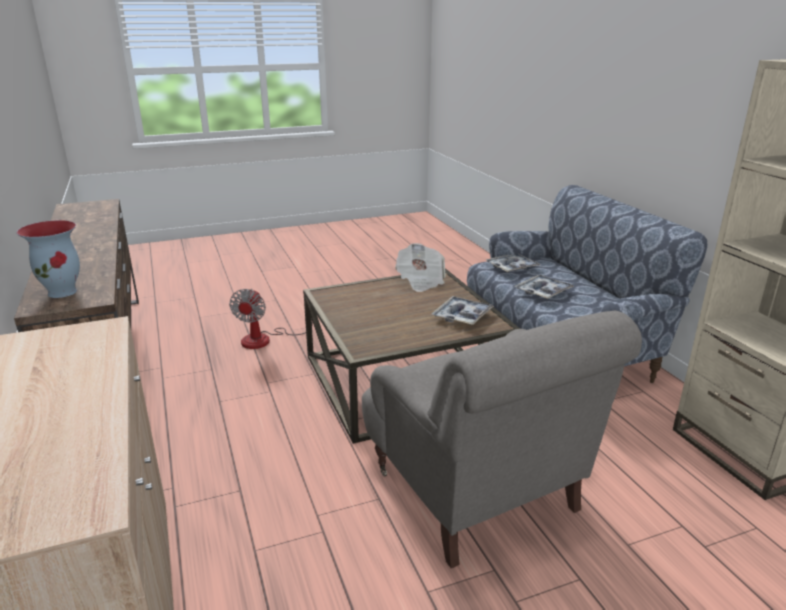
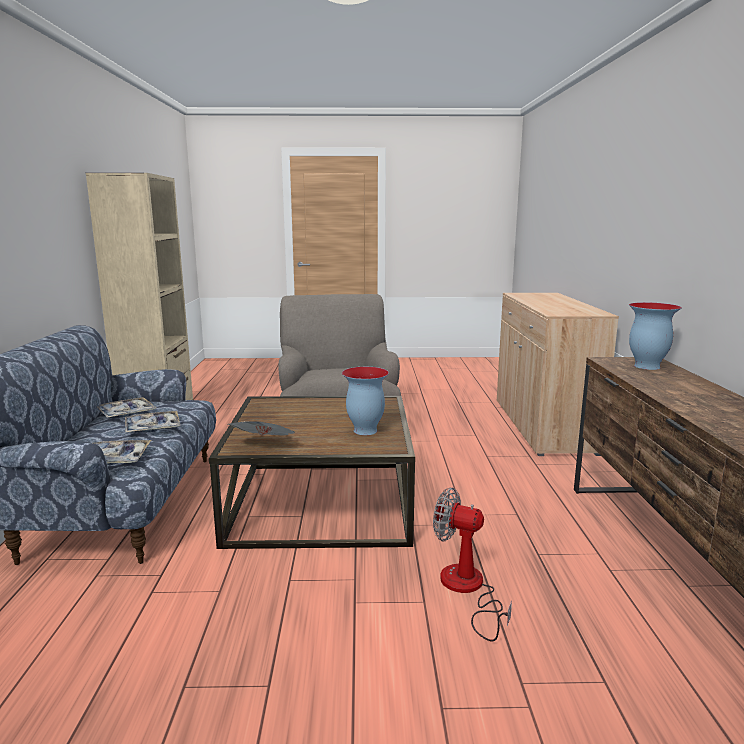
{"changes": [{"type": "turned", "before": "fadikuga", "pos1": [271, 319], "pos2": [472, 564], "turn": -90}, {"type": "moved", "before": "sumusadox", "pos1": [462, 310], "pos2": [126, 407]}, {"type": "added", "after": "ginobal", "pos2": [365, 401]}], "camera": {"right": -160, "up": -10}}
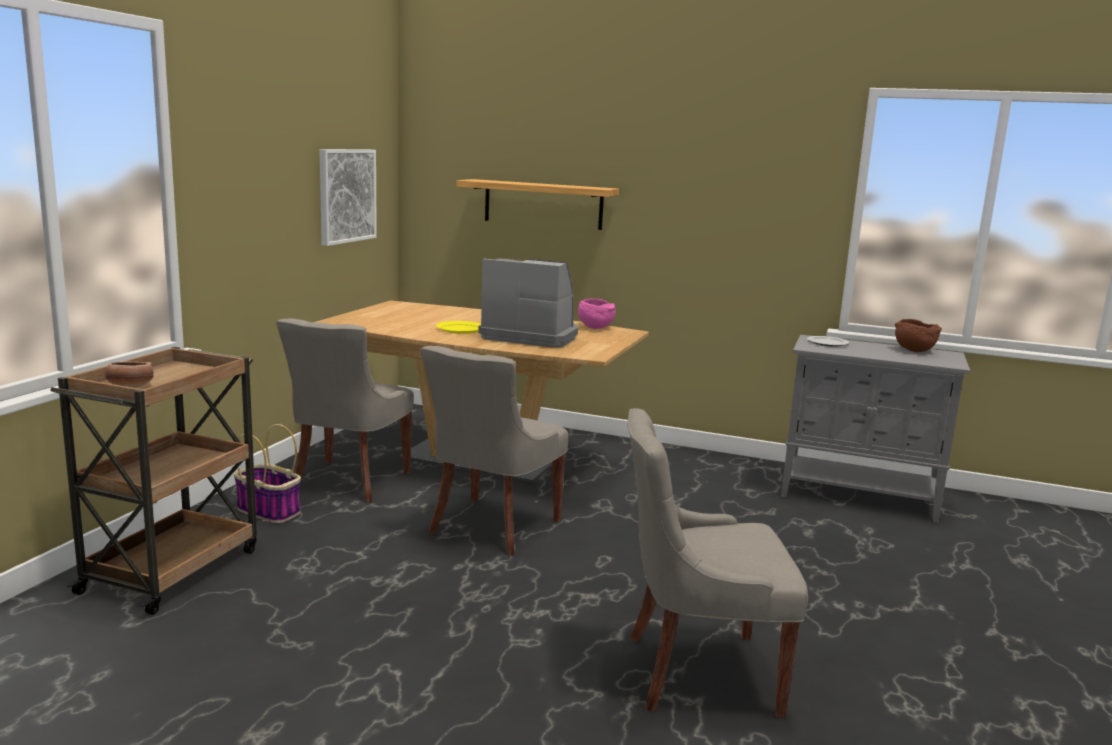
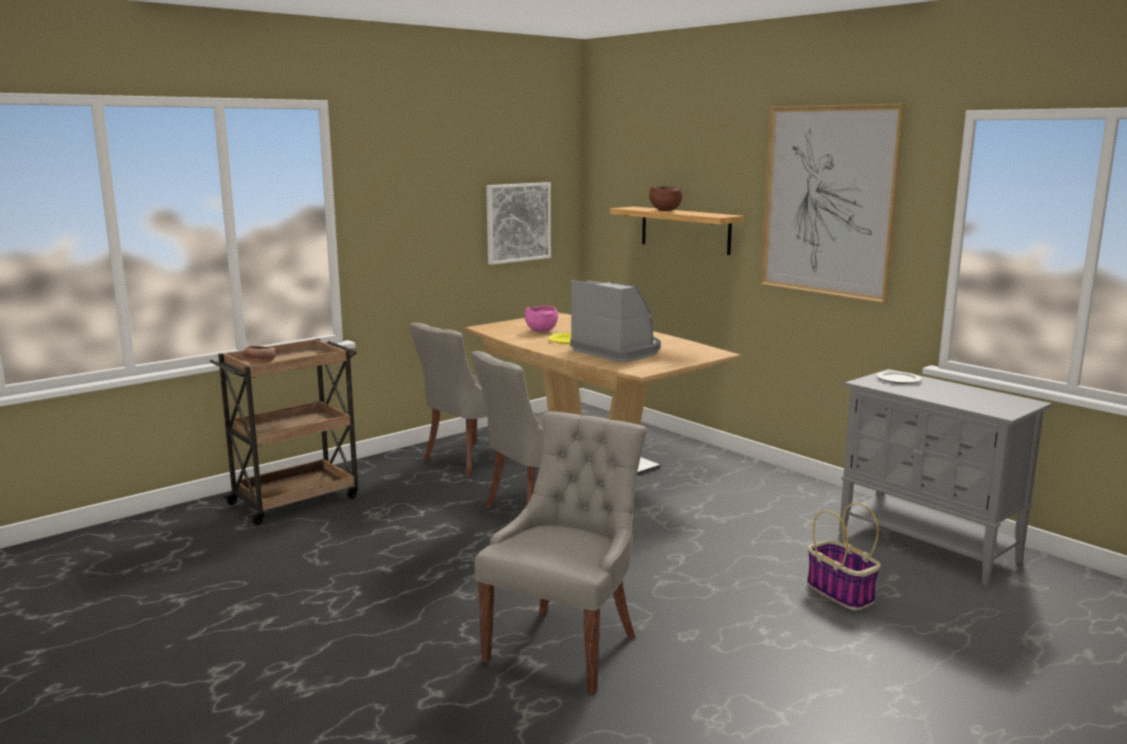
{"changes": [{"type": "moved", "before": "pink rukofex", "pos1": [597, 314], "pos2": [541, 319]}, {"type": "moved", "before": "brown rukofex", "pos1": [918, 335], "pos2": [666, 198]}, {"type": "turned", "before": "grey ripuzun", "pos1": [717, 563], "pos2": [561, 553], "turn": 90}, {"type": "moved", "before": "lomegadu", "pos1": [267, 473], "pos2": [844, 556]}, {"type": "added", "after": "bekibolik", "pos2": [832, 203]}], "camera": {"right": 30, "up": 0}}
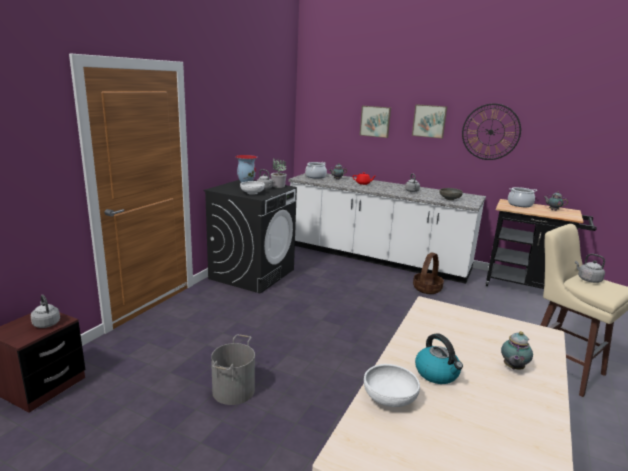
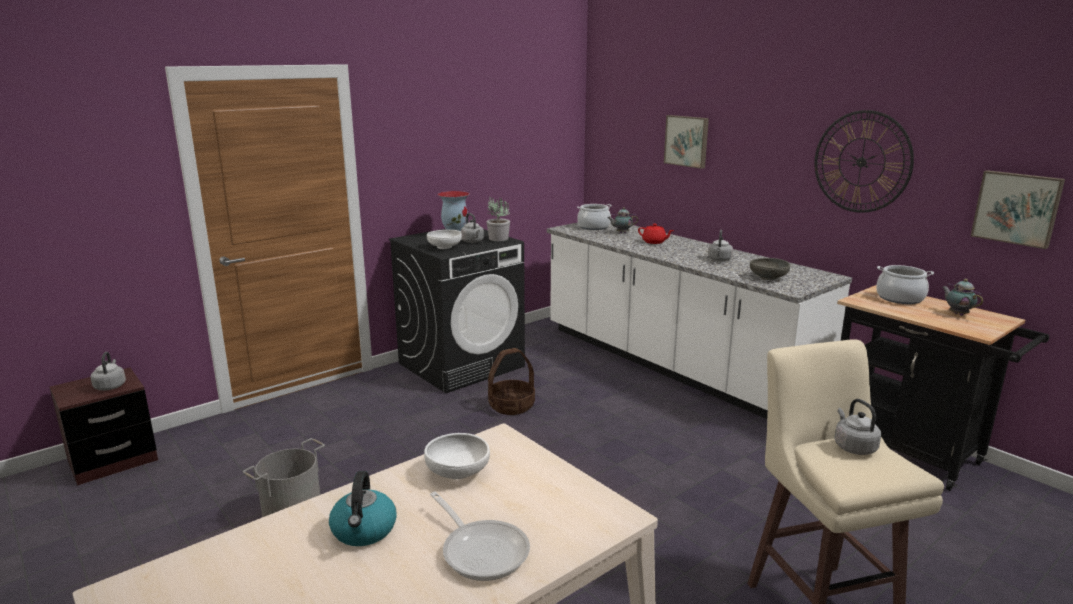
{"changes": [{"type": "moved", "before": "bekibolik", "pos1": [429, 121], "pos2": [1018, 209]}, {"type": "moved", "before": "lomegadu", "pos1": [428, 273], "pos2": [511, 381]}, {"type": "replaced", "before": "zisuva", "after": "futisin", "pos1": [517, 350], "pos2": [480, 536]}, {"type": "moved", "before": "white rukofex", "pos1": [392, 385], "pos2": [457, 456]}], "camera": {"right": 25, "up": 0}}
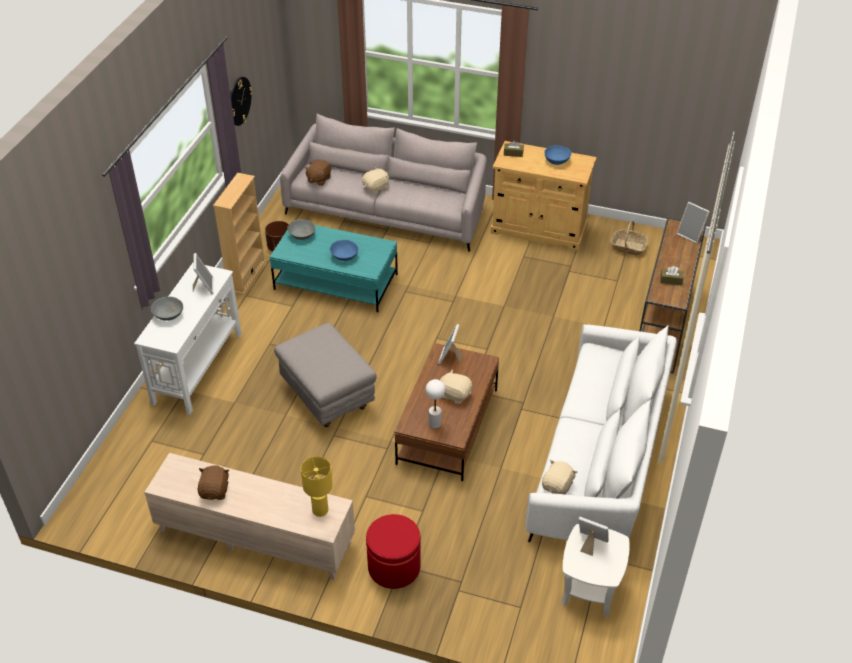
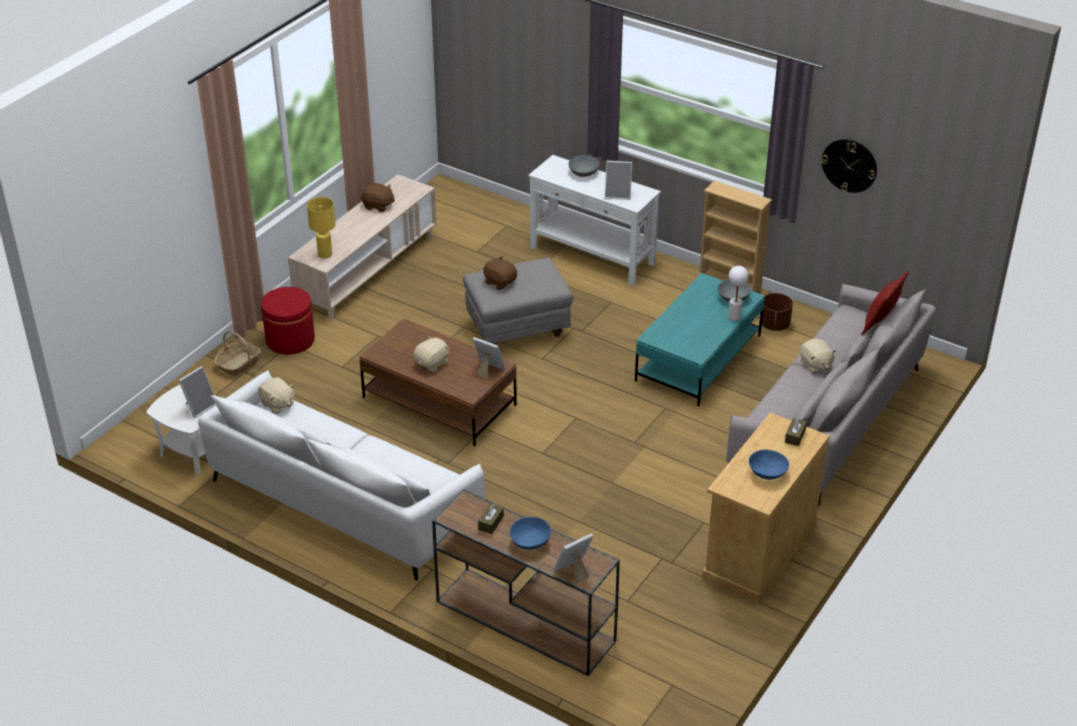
{"changes": [{"type": "moved", "before": "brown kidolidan", "pos1": [318, 173], "pos2": [500, 273]}, {"type": "moved", "before": "lomegadu", "pos1": [629, 238], "pos2": [237, 354]}, {"type": "moved", "before": "blue rukofex", "pos1": [344, 250], "pos2": [530, 533]}, {"type": "moved", "before": "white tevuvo", "pos1": [435, 404], "pos2": [738, 293]}, {"type": "added", "after": "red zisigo", "pos2": [885, 303]}], "camera": {"right": 105, "up": -5}}
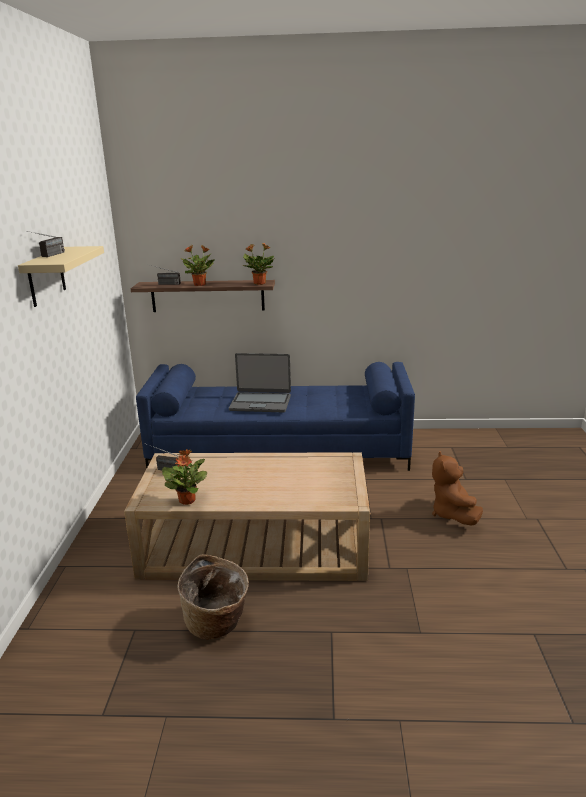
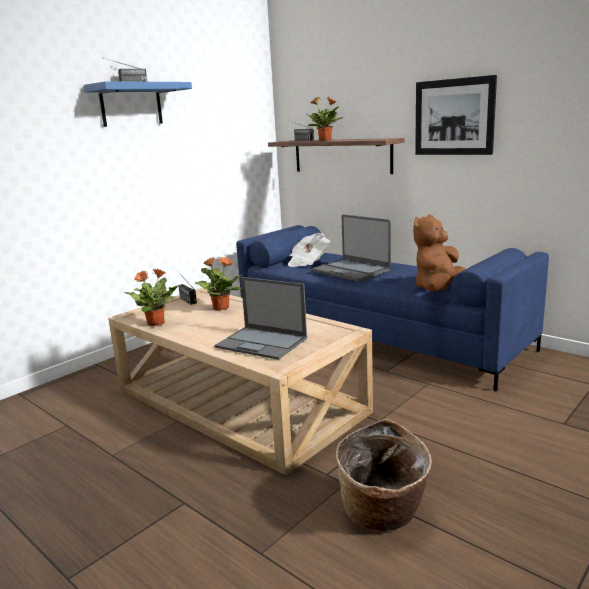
{"changes": [{"type": "moved", "before": "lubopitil", "pos1": [258, 264], "pos2": [218, 284]}, {"type": "recoloured", "before": "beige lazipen", "after": "blue lazipen", "pos1": [61, 276], "pos2": [137, 104]}, {"type": "moved", "before": "brown kidolidan", "pos1": [457, 488], "pos2": [439, 252]}, {"type": "moved", "before": "lomegadu", "pos1": [213, 597], "pos2": [384, 475]}, {"type": "added", "after": "bekibolik", "pos2": [456, 115]}, {"type": "added", "after": "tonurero", "pos2": [309, 250]}, {"type": "added", "after": "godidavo", "pos2": [260, 318]}], "camera": {"right": 40, "up": -5}}
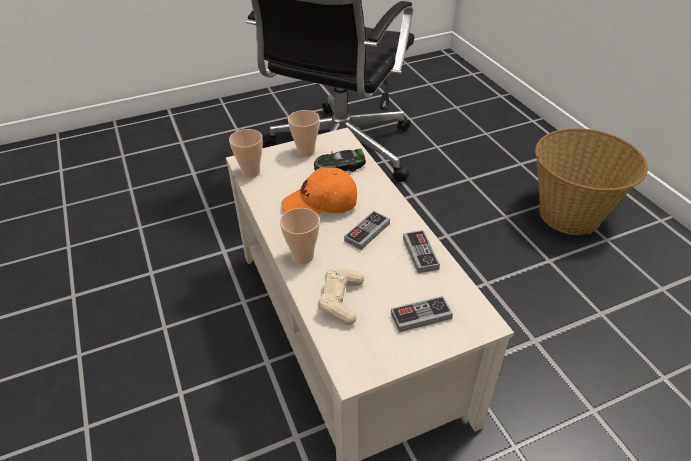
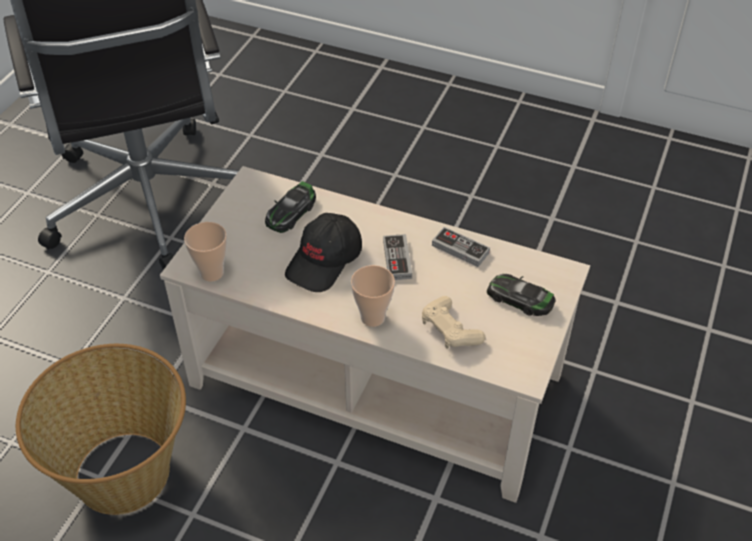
{"changes": [{"type": "removed", "before": "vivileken", "pos1": [304, 133]}, {"type": "moved", "before": "lomegadu", "pos1": [591, 181], "pos2": [101, 429]}, {"type": "recoloured", "before": "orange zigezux", "after": "black zigezux", "pos1": [319, 191], "pos2": [323, 252]}, {"type": "replaced", "before": "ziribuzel", "after": "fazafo", "pos1": [422, 314], "pos2": [521, 295]}], "camera": {"right": -45, "up": 5}}
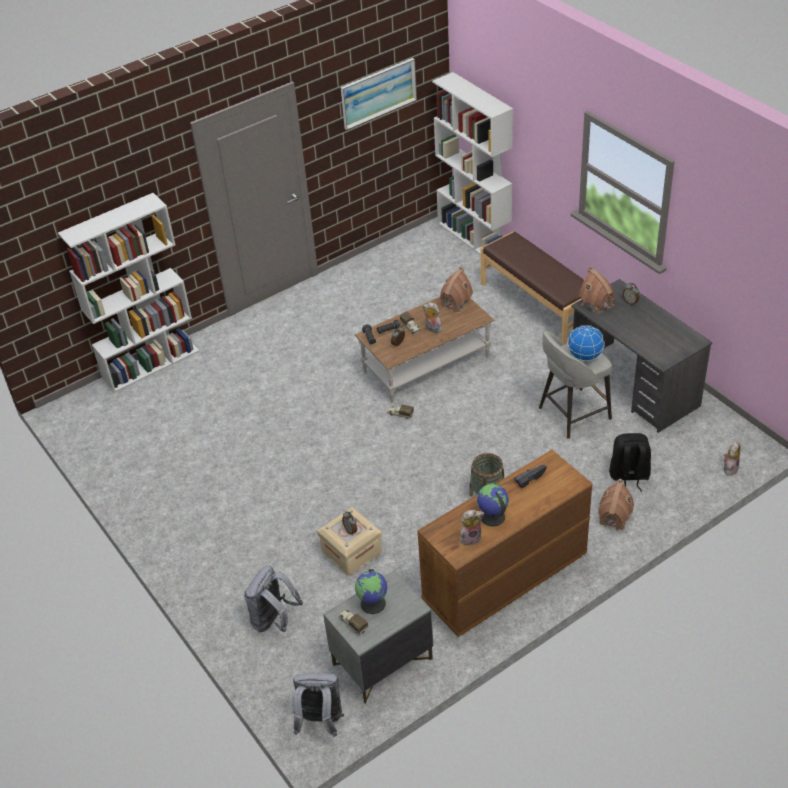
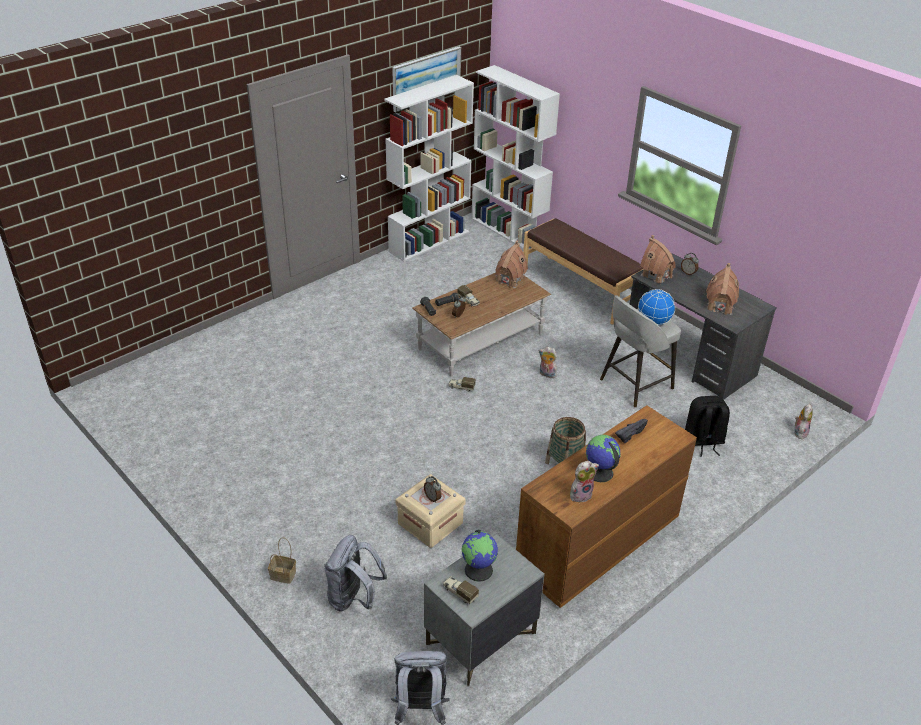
{"changes": [{"type": "moved", "before": "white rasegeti", "pos1": [129, 293], "pos2": [429, 168]}, {"type": "moved", "before": "kidolidan", "pos1": [432, 317], "pos2": [548, 362]}, {"type": "moved", "before": "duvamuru", "pos1": [616, 505], "pos2": [722, 289]}, {"type": "added", "after": "lomegadu", "pos2": [282, 561]}], "camera": {"right": -10, "up": -5}}
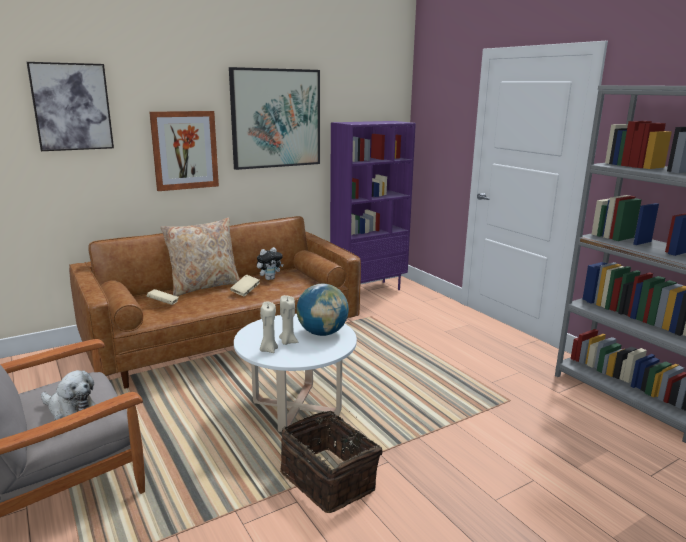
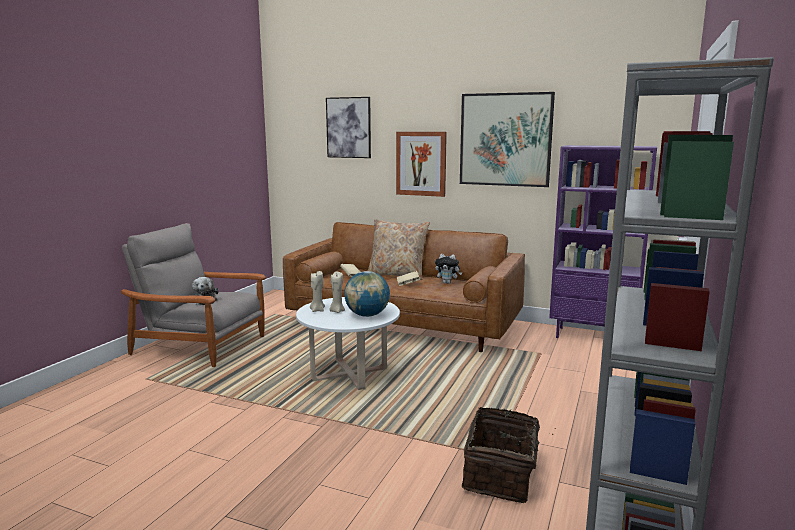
{"changes": [{"type": "moved", "before": "lomegadu", "pos1": [331, 462], "pos2": [508, 455]}], "camera": {"right": 55, "up": -5}}
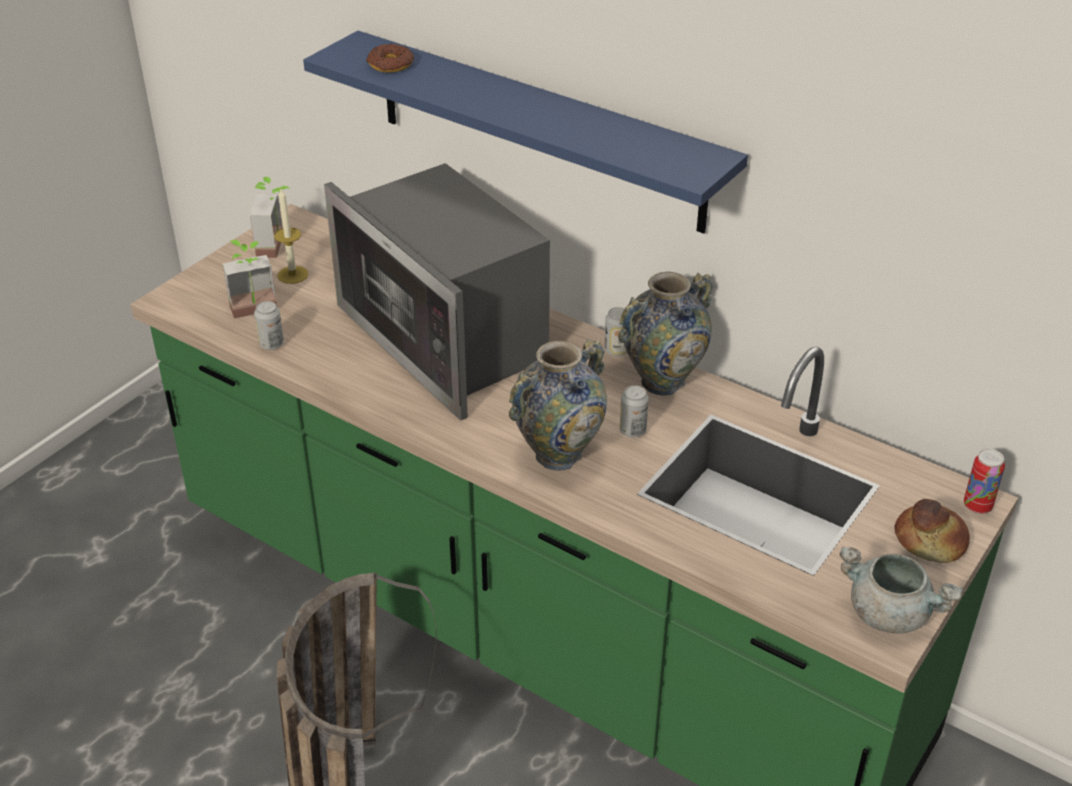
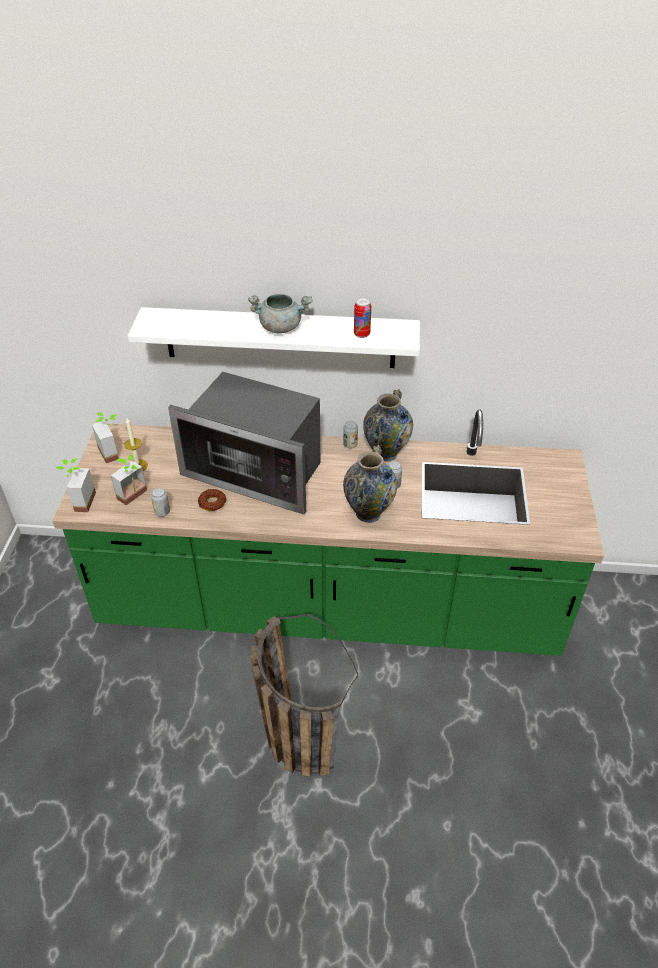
{"changes": [{"type": "recoloured", "before": "blue lazipen", "after": "white lazipen", "pos1": [525, 132], "pos2": [274, 337]}, {"type": "moved", "before": "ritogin", "pos1": [390, 58], "pos2": [212, 500]}, {"type": "moved", "before": "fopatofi", "pos1": [984, 481], "pos2": [362, 318]}, {"type": "removed", "before": "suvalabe", "pos1": [932, 531]}, {"type": "moved", "before": "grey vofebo", "pos1": [902, 590], "pos2": [280, 313]}, {"type": "added", "after": "lubopitil", "pos2": [76, 485]}], "camera": {"right": -30, "up": 5}}
